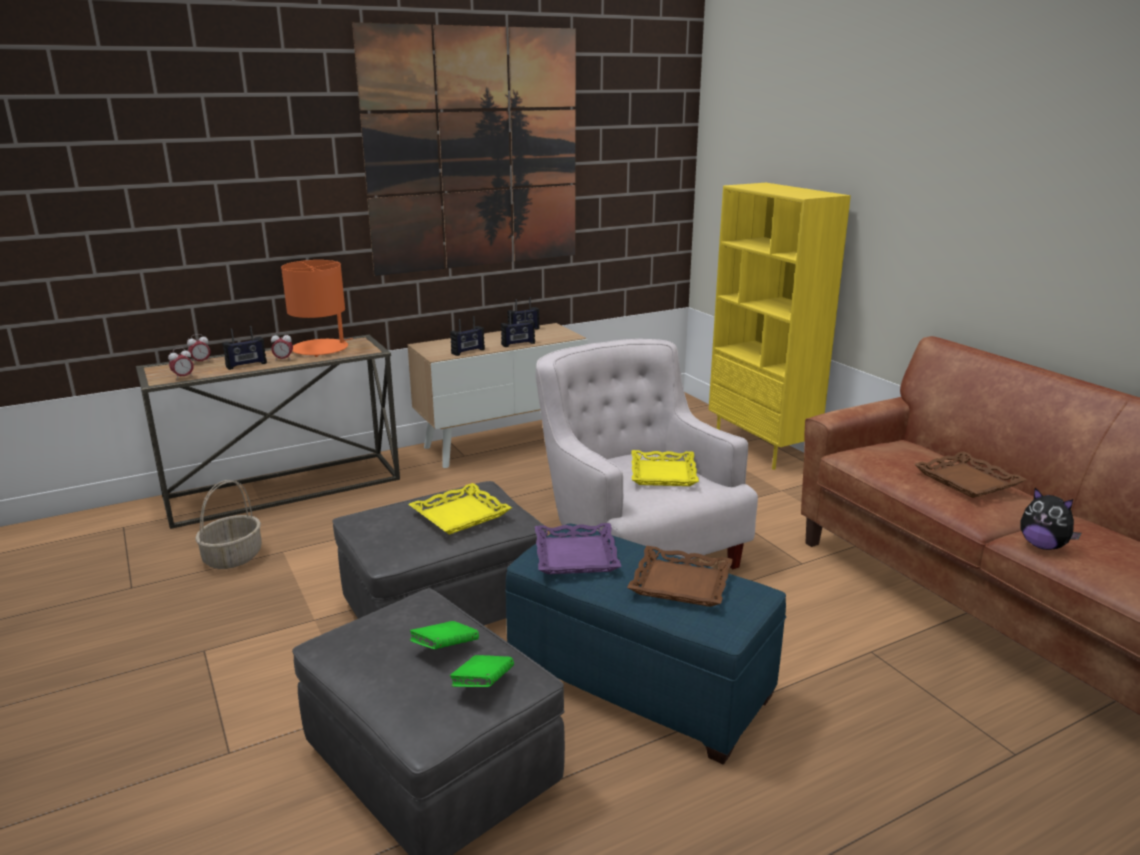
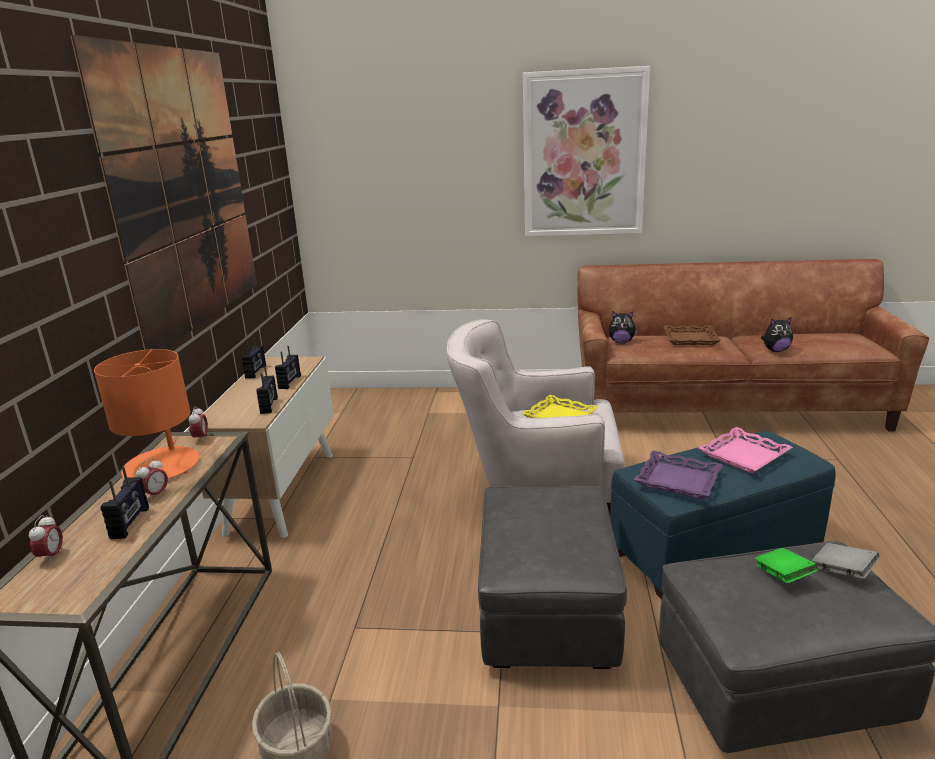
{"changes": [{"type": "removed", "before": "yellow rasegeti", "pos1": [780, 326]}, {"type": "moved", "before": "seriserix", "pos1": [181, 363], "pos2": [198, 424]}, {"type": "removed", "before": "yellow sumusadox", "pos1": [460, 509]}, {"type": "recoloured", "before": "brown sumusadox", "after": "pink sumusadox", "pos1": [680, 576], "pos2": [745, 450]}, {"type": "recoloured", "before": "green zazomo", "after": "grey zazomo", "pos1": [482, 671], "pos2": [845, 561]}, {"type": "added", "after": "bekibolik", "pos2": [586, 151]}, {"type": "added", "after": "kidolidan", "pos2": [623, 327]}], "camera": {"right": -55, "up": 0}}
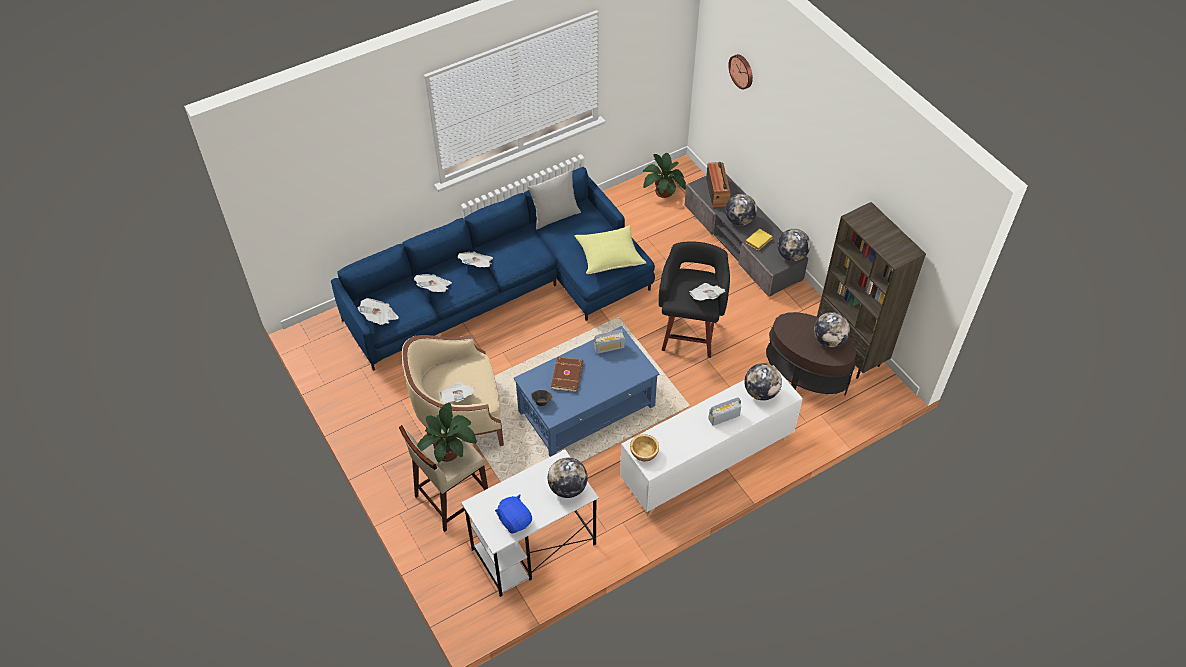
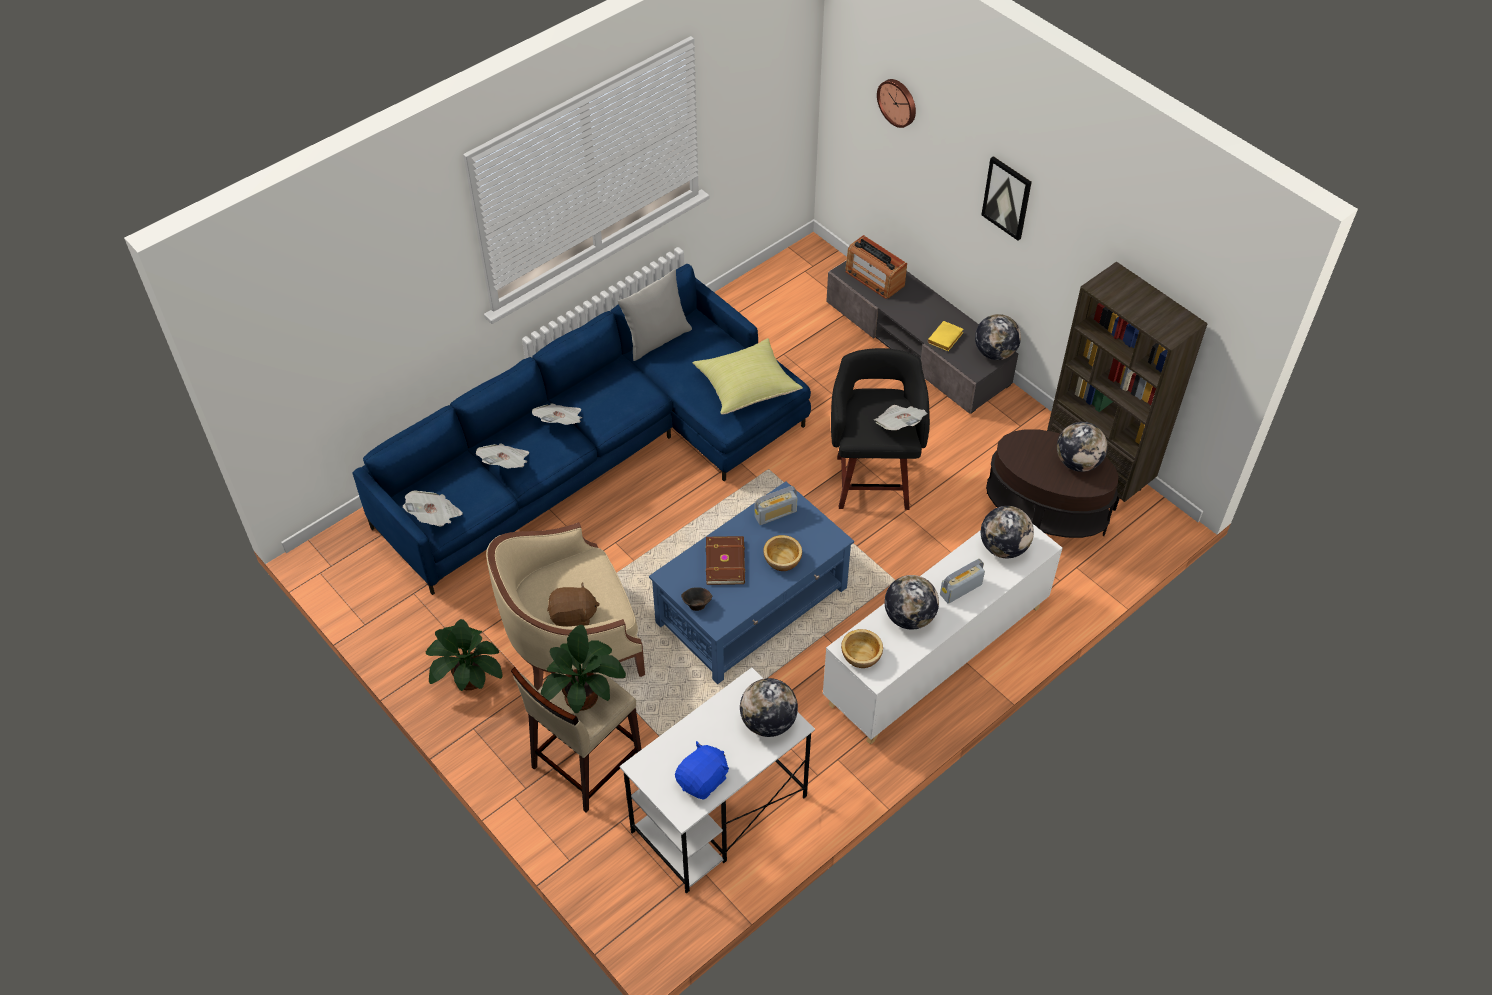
{"changes": [{"type": "moved", "before": "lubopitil", "pos1": [664, 175], "pos2": [464, 655]}, {"type": "turned", "before": "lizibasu", "pos1": [718, 185], "pos2": [876, 267], "turn": 150}, {"type": "moved", "before": "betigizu", "pos1": [741, 210], "pos2": [911, 602]}, {"type": "replaced", "before": "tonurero", "after": "brown kidolidan", "pos1": [457, 392], "pos2": [573, 604]}, {"type": "turned", "before": "blue kidolidan", "pos1": [513, 514], "pos2": [702, 770], "turn": 90}, {"type": "added", "after": "bekibolik", "pos2": [1007, 198]}, {"type": "added", "after": "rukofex", "pos2": [782, 553]}], "camera": {"right": -10, "up": 0}}
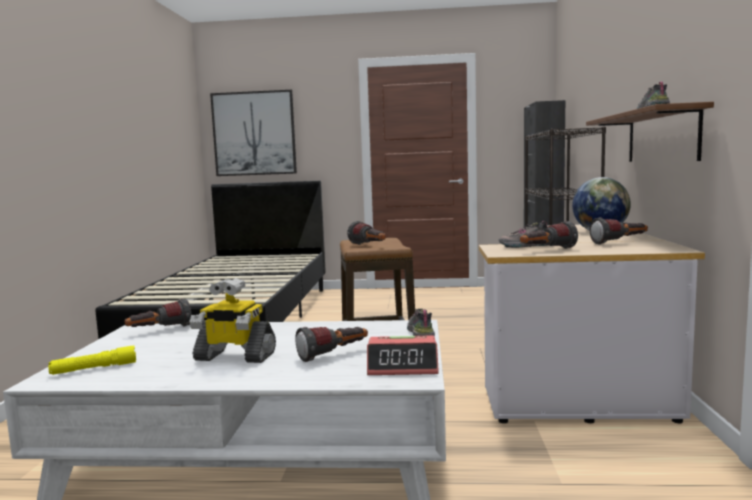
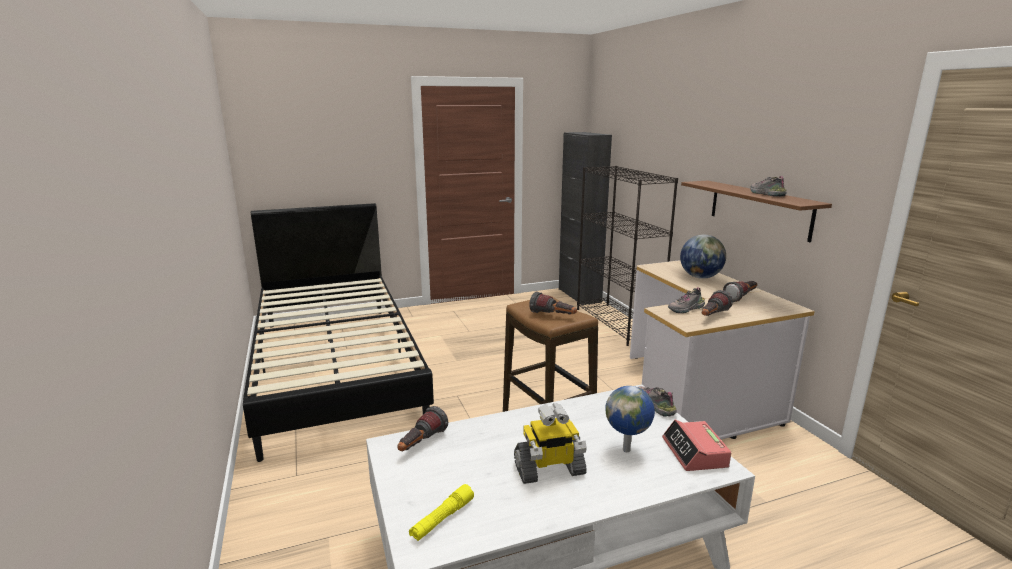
{"changes": [{"type": "removed", "before": "bekibolik", "pos1": [253, 133]}, {"type": "replaced", "before": "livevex", "after": "betigizu", "pos1": [331, 344], "pos2": [630, 419]}, {"type": "turned", "before": "seriserix", "pos1": [403, 355], "pos2": [696, 445], "turn": 105}], "camera": {"right": -25, "up": 10}}
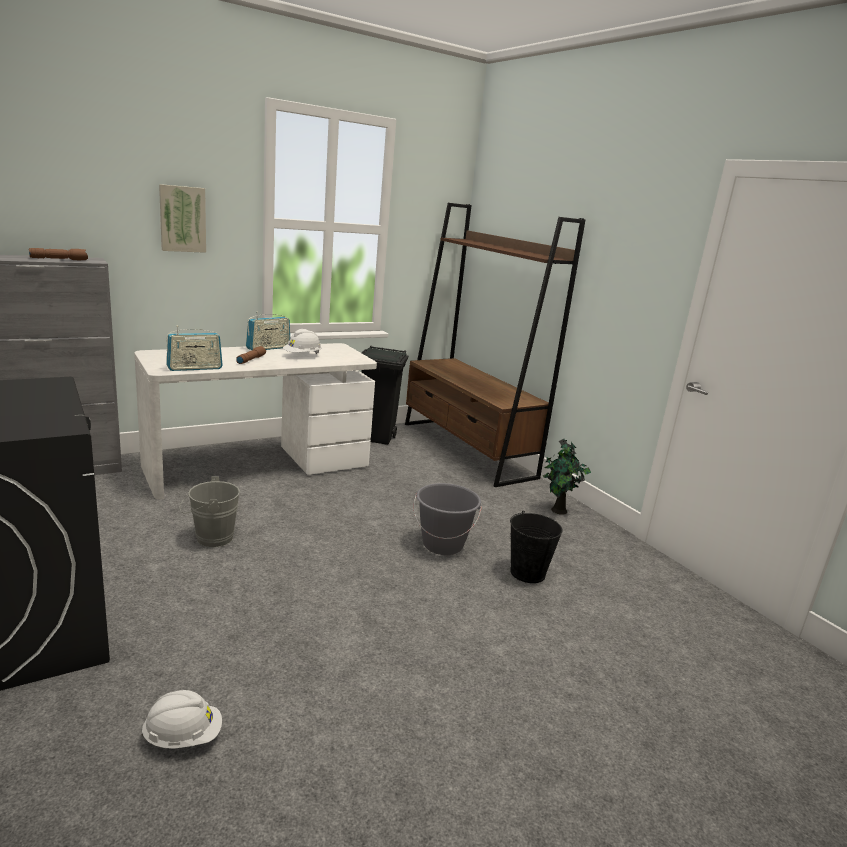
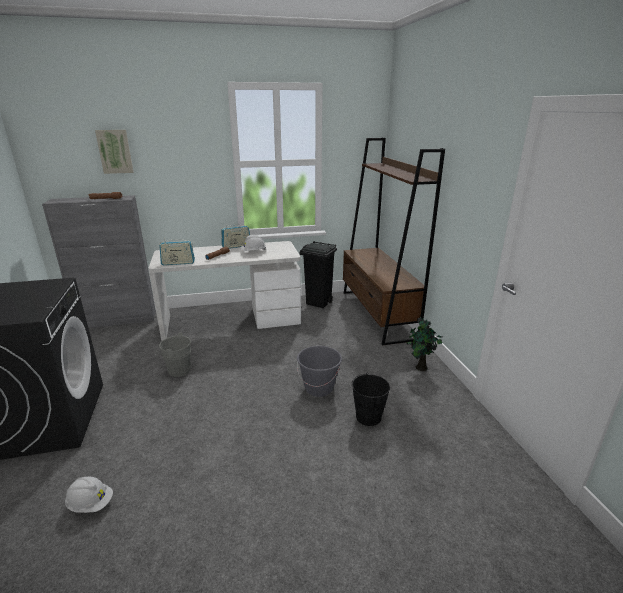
{"changes": [{"type": "moved", "before": "bekibolik", "pos1": [182, 218], "pos2": [114, 152]}], "camera": {"right": 20, "up": 5}}
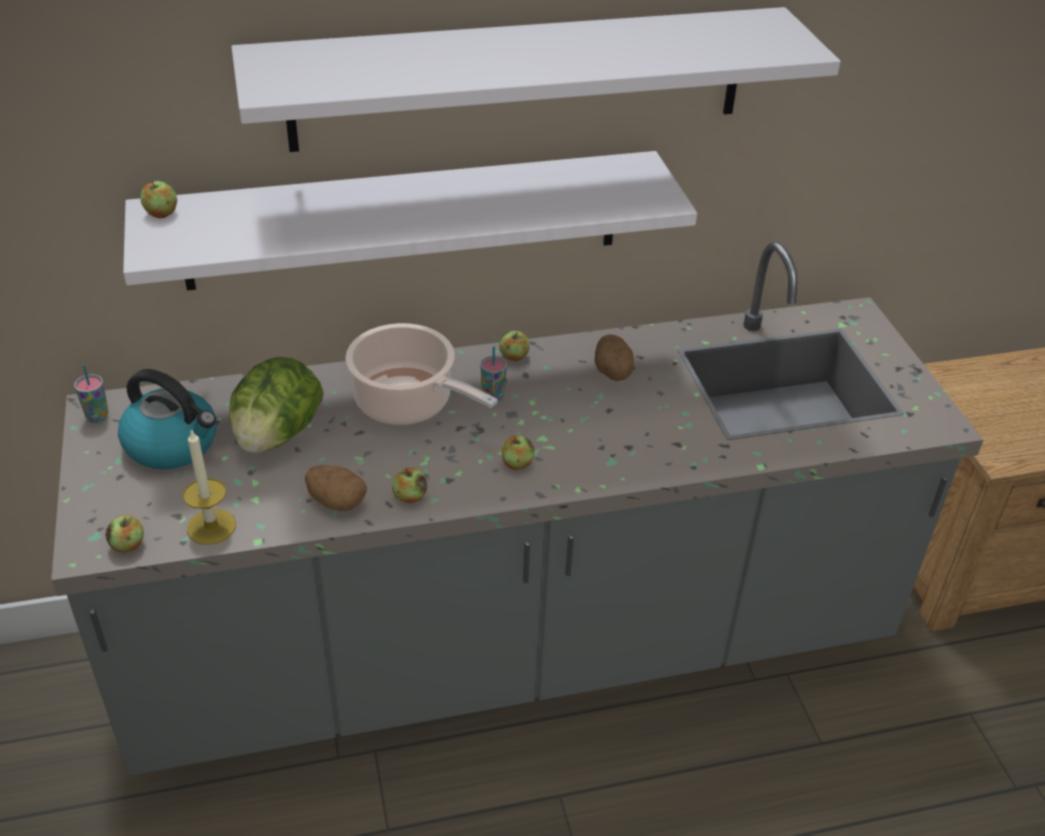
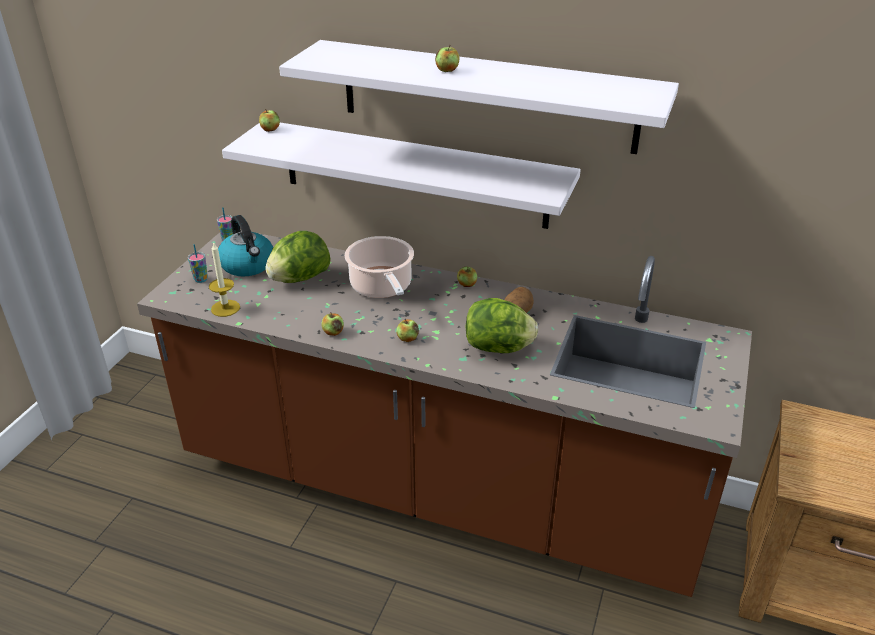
{"changes": [{"type": "recoloured", "before": "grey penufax", "after": "brown penufax", "pos1": [517, 508], "pos2": [444, 413]}, {"type": "moved", "before": "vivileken", "pos1": [493, 374], "pos2": [198, 263]}, {"type": "removed", "before": "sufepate", "pos1": [336, 488]}, {"type": "moved", "before": "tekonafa", "pos1": [125, 534], "pos2": [447, 58]}, {"type": "added", "after": "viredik", "pos2": [501, 325]}], "camera": {"right": 35, "up": -5}}
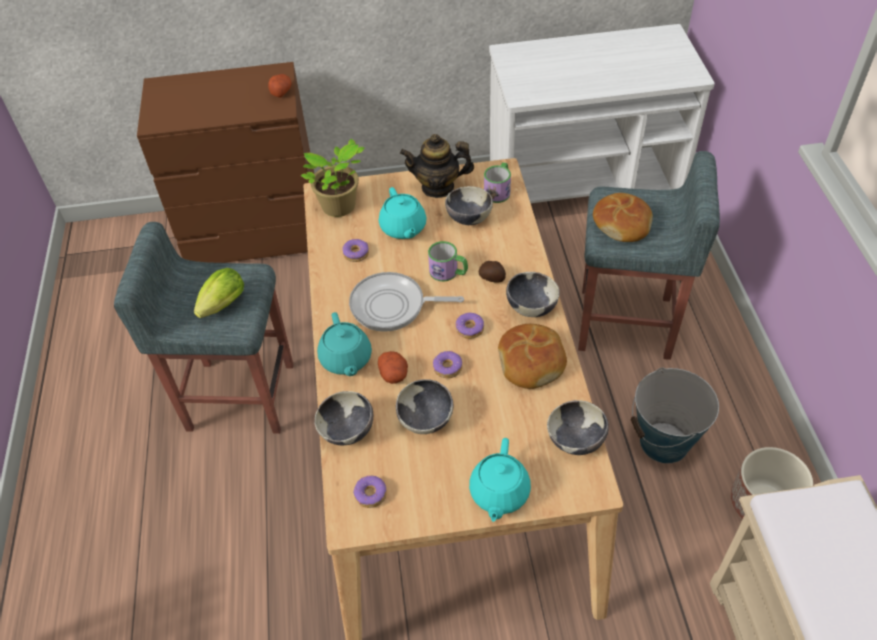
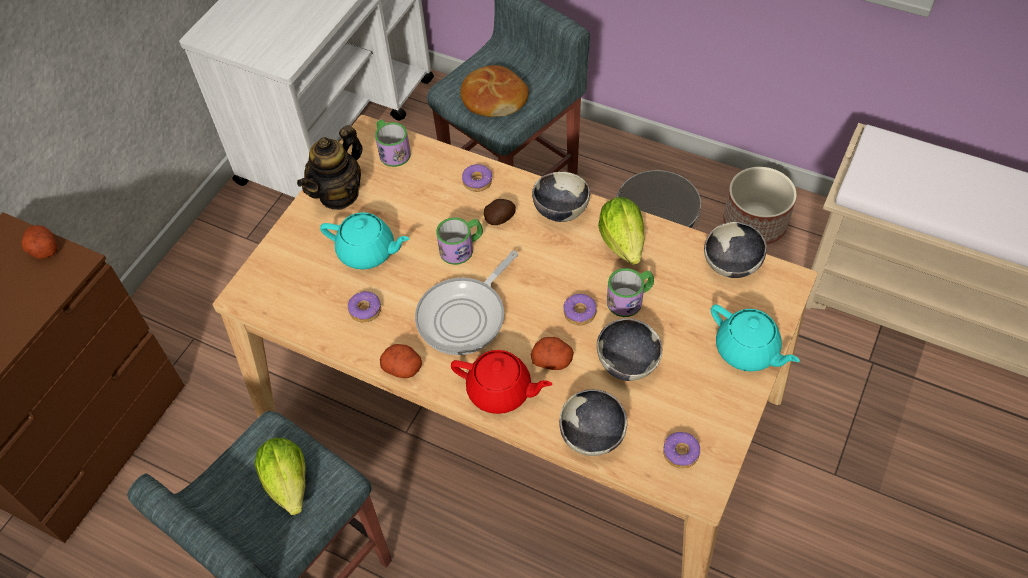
{"changes": [{"type": "removed", "before": "lubopitil", "pos1": [333, 178]}, {"type": "removed", "before": "rukofex", "pos1": [469, 205]}, {"type": "recoloured", "before": "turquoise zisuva", "after": "red zisuva", "pos1": [344, 344], "pos2": [501, 382]}, {"type": "moved", "before": "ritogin", "pos1": [470, 326], "pos2": [477, 178]}, {"type": "replaced", "before": "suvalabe", "after": "viredik", "pos1": [532, 356], "pos2": [621, 231]}, {"type": "added", "after": "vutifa", "pos2": [630, 292]}, {"type": "added", "after": "sufepate", "pos2": [401, 361]}], "camera": {"right": -55, "up": 5}}
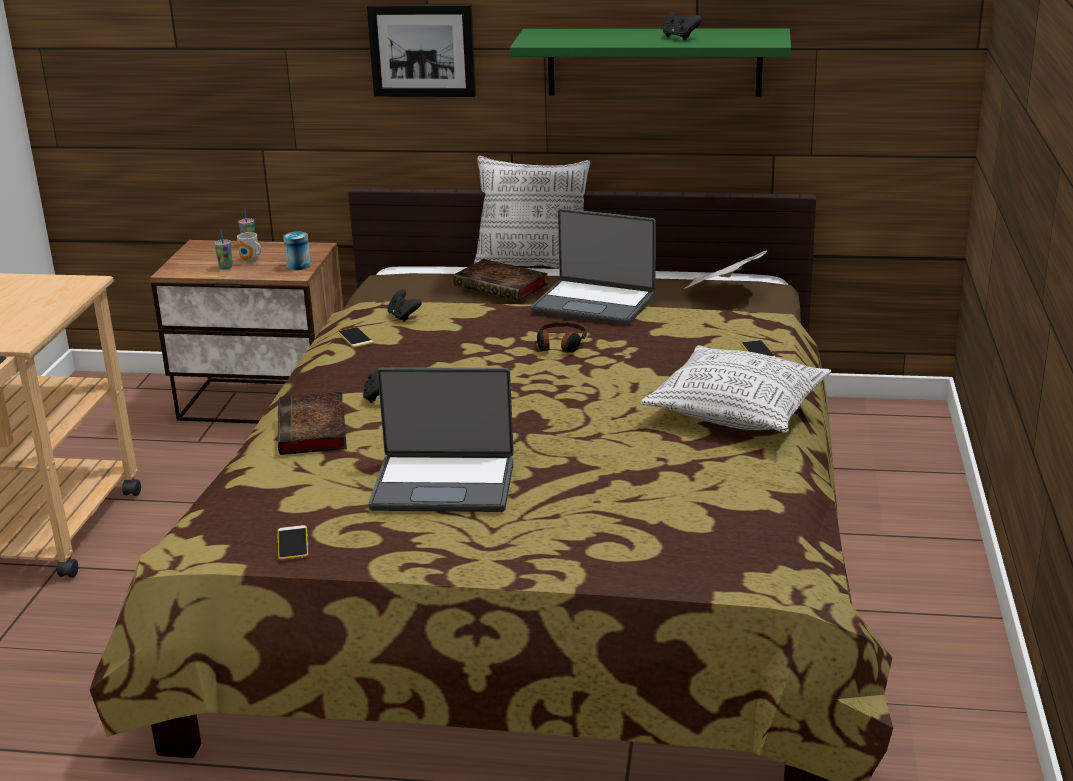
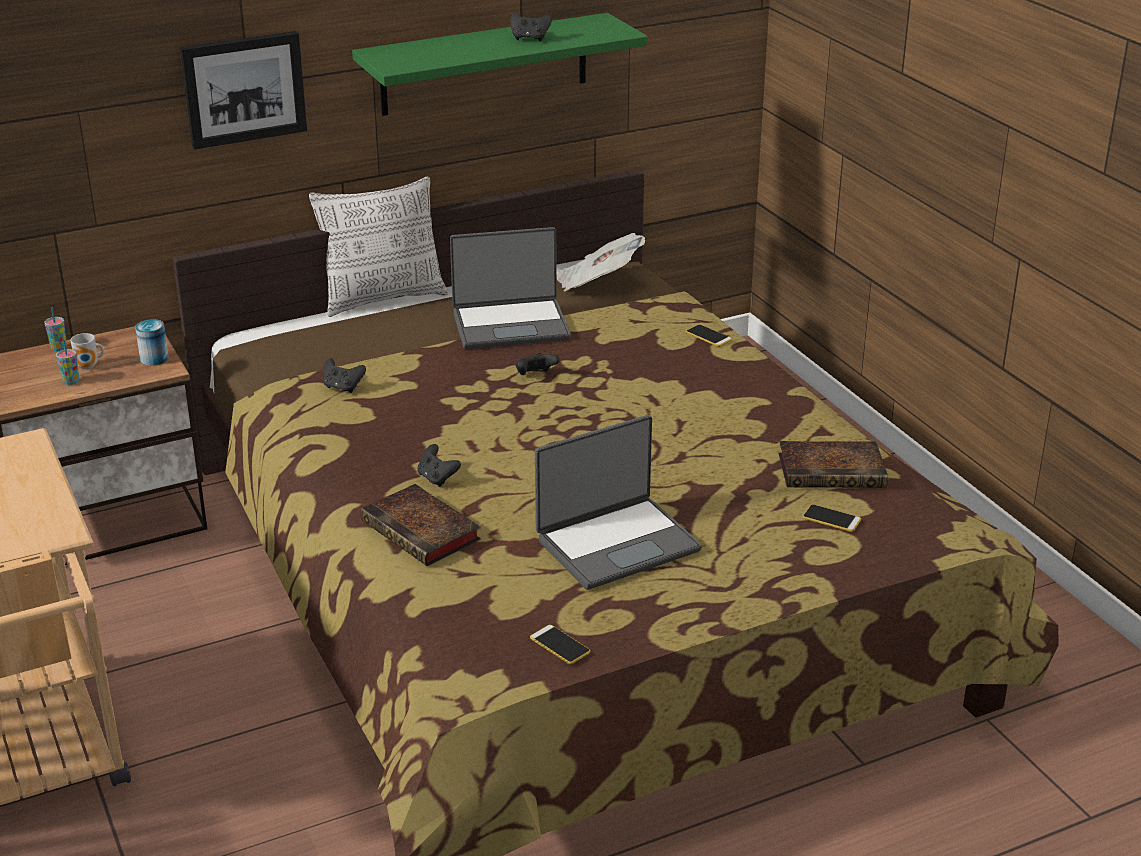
{"changes": [{"type": "moved", "before": "zazomo", "pos1": [500, 280], "pos2": [833, 464]}, {"type": "replaced", "before": "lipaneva", "after": "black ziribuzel", "pos1": [562, 337], "pos2": [538, 364]}, {"type": "moved", "before": "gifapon", "pos1": [356, 337], "pos2": [831, 518]}, {"type": "removed", "before": "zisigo", "pos1": [736, 389]}], "camera": {"right": -35, "up": 5}}
